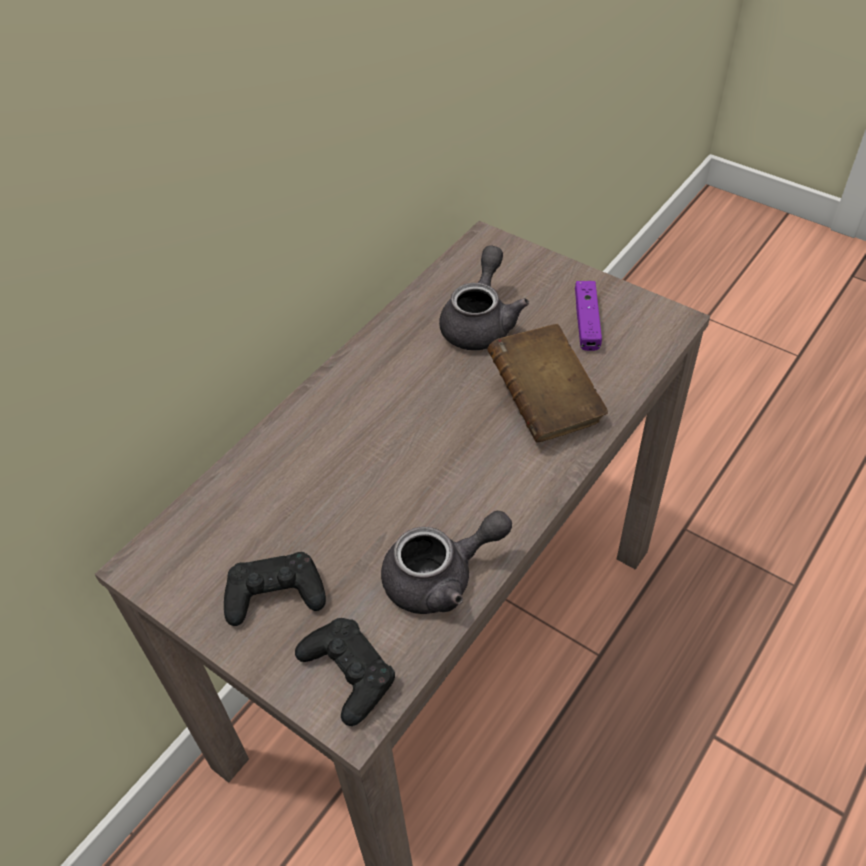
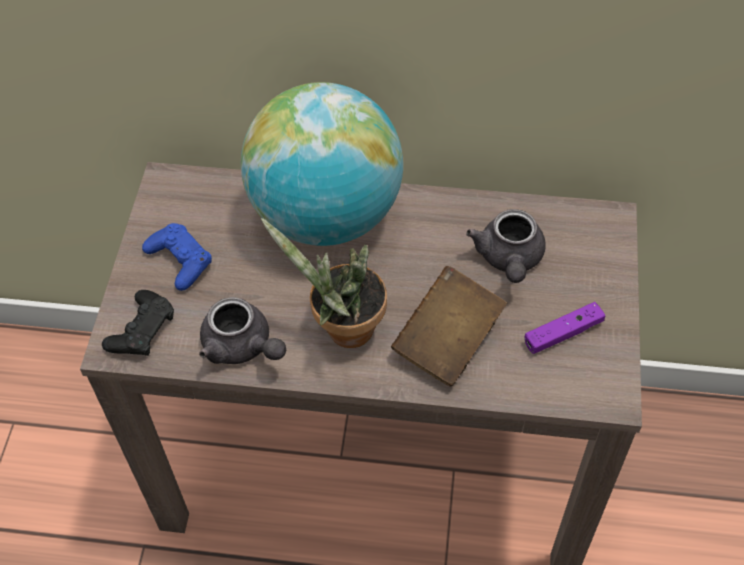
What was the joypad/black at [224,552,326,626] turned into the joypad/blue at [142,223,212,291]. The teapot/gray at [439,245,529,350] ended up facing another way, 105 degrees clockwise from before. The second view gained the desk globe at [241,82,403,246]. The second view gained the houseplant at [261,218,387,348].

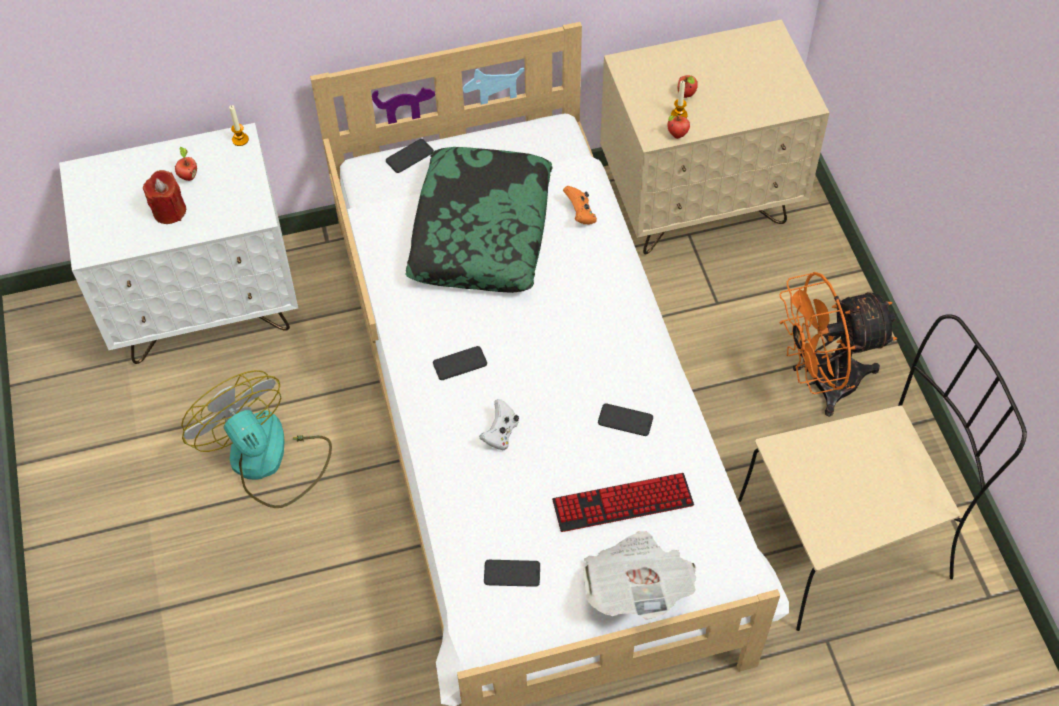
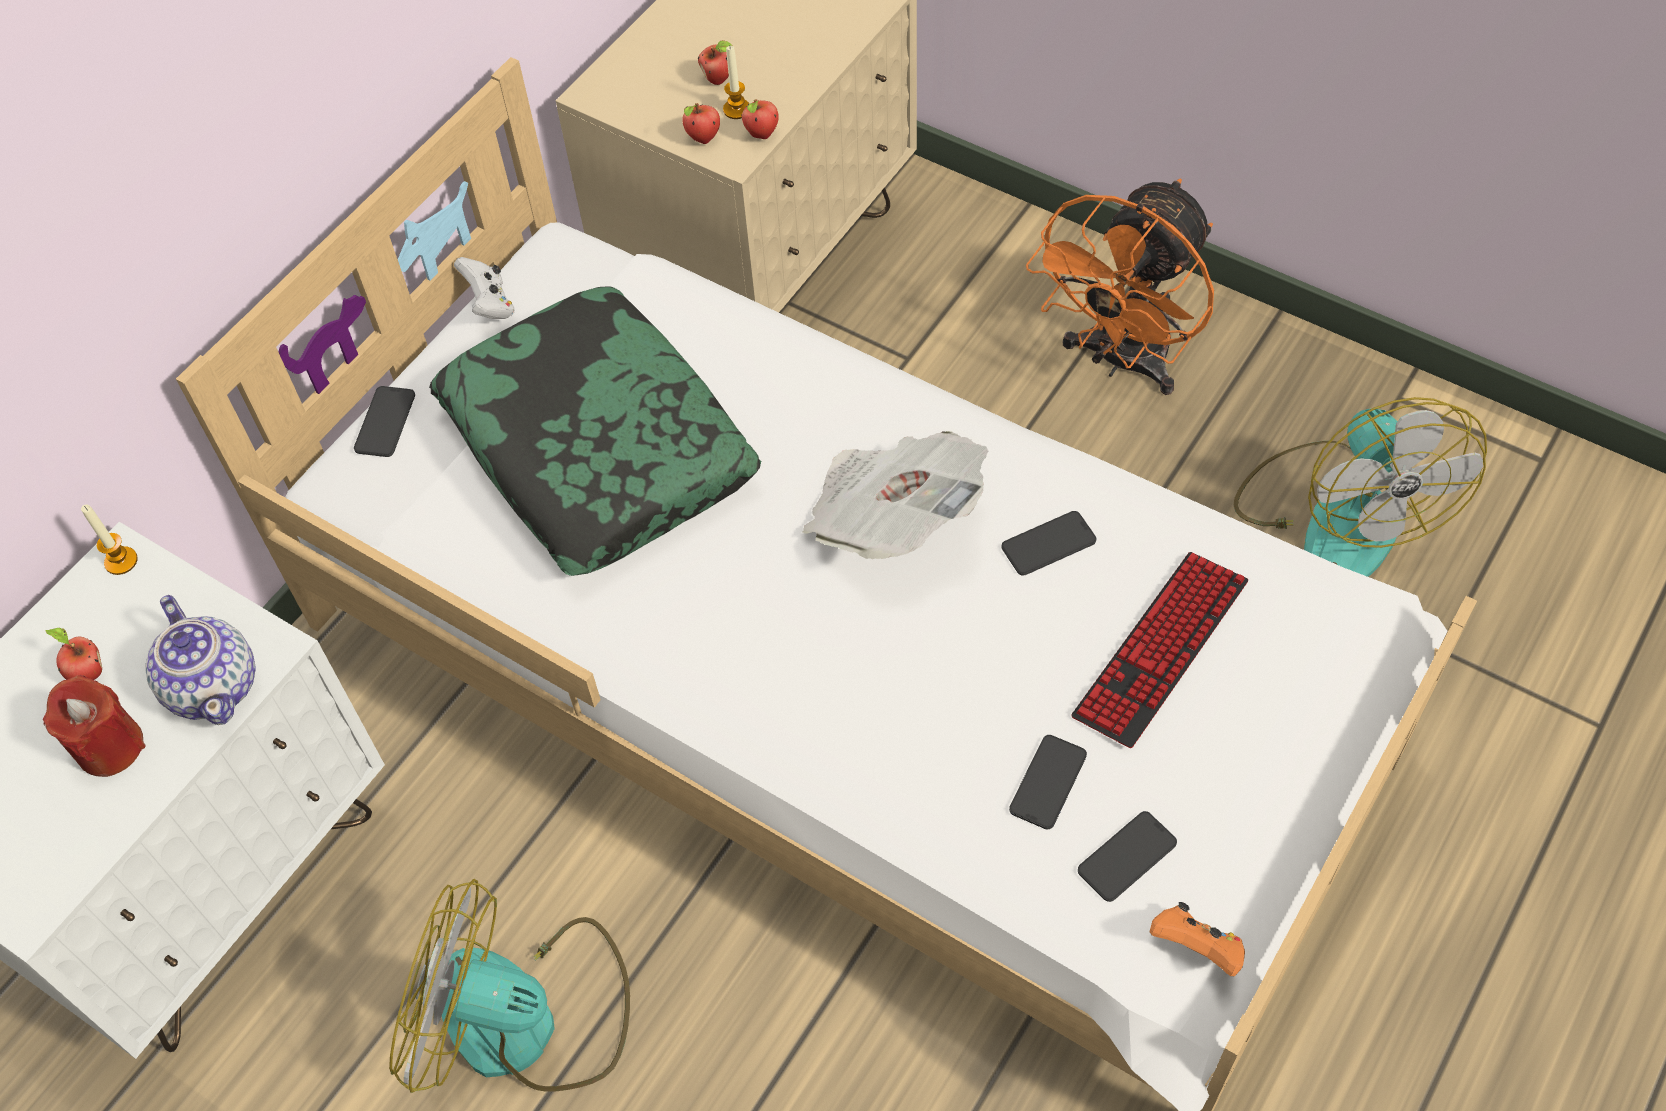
The handset ended up elsewhere, having gone from [433,346,487,380] to [1009,735,1087,829]. The joypad/white-coloured ended up elsewhere, having gone from [479,399,519,450] to [454,257,515,319]. The joypad/orange ended up elsewhere, having gone from [563,186,597,224] to [1150,902,1245,976]. The printed paper ended up elsewhere, having gone from [583,531,696,620] to [802,431,989,559]. Where the upright chair/sand-coloured stood at [738,314,1027,631], the cooling fan came to stand at [1234,397,1487,577]. The second view gained the teapot at [145,595,256,725]. The second view gained the apple at [682,103,720,144].

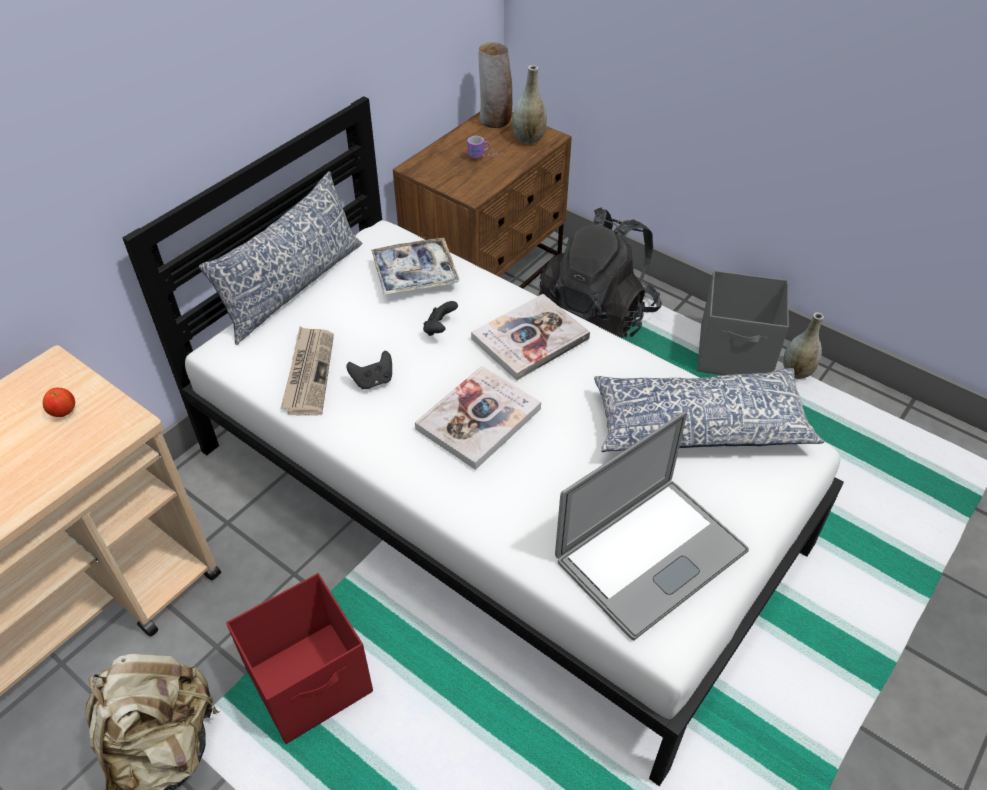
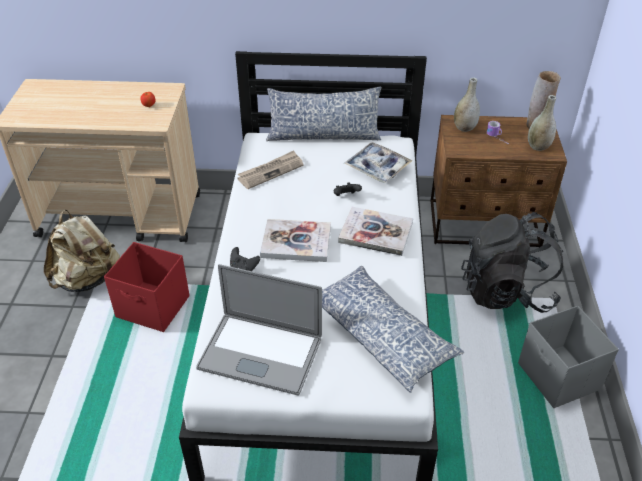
The joypad/black ended up elsewhere, having gone from [346,351,392,389] to [230,247,260,271]. The flower vase/gray ended up elsewhere, having gone from [783,312,824,379] to [454,78,480,132].

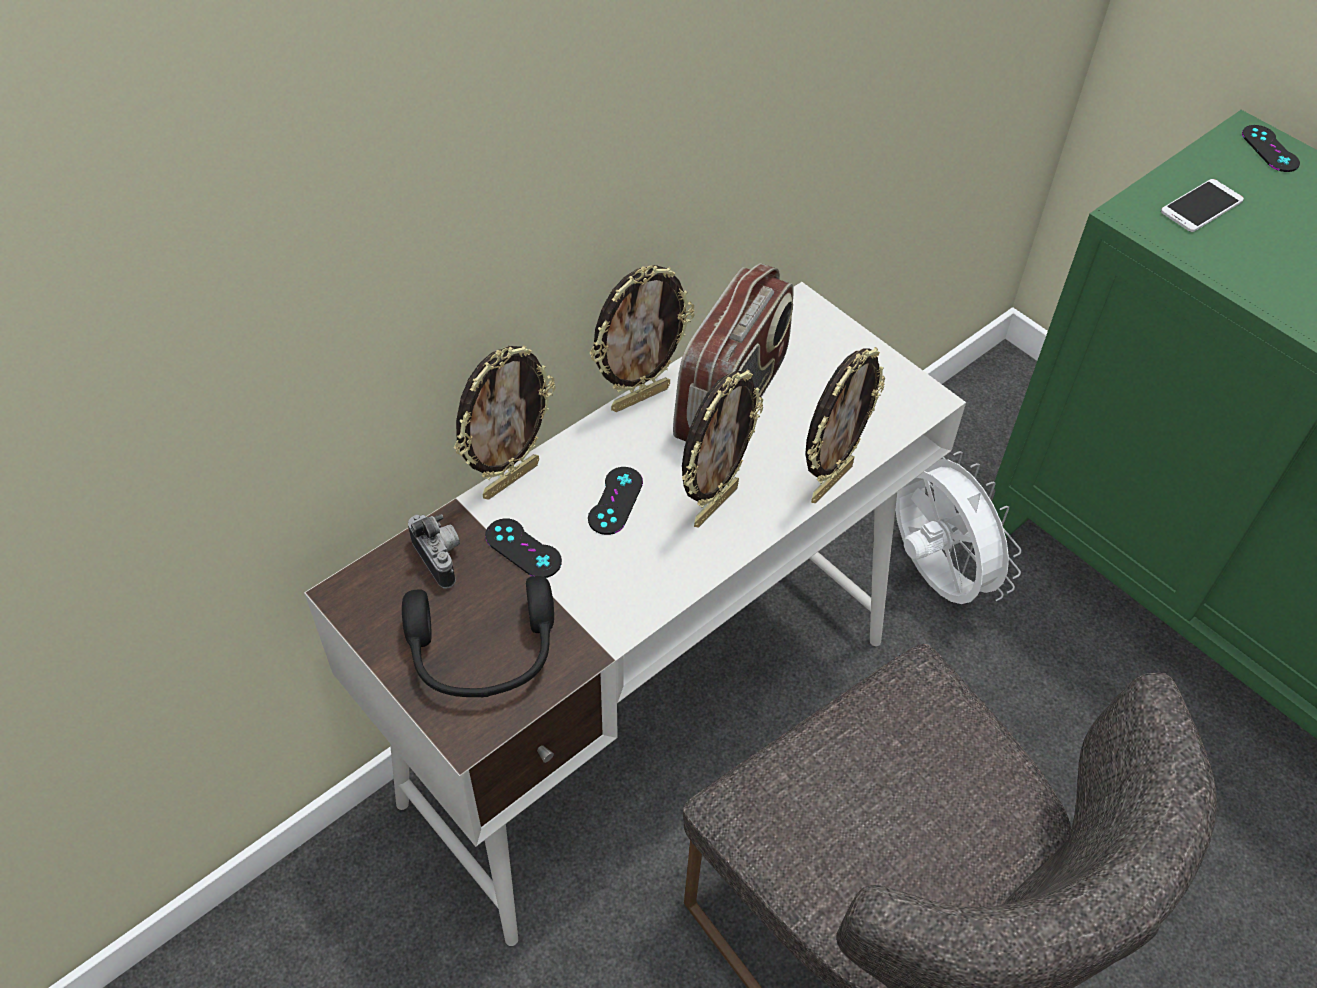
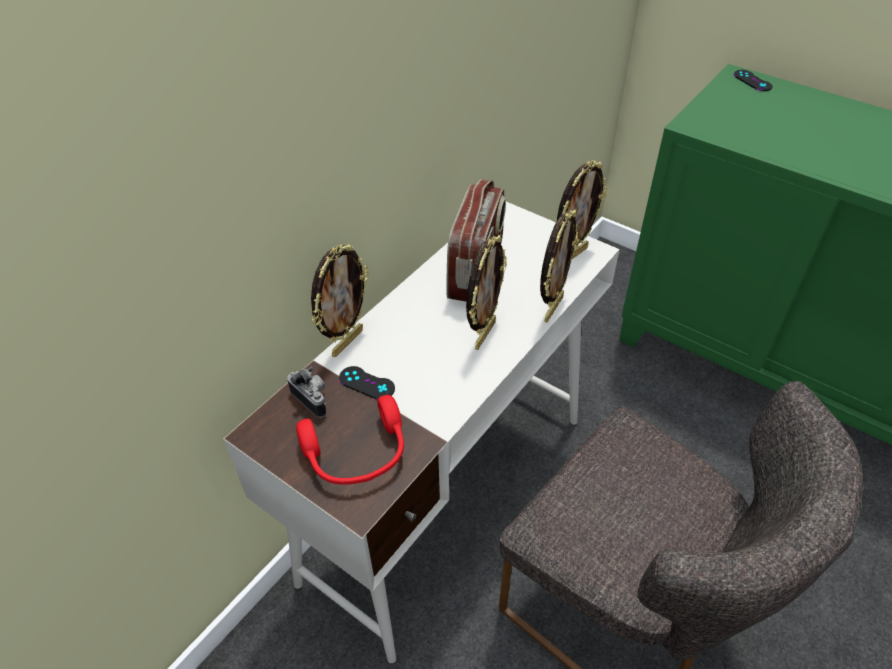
What was the headphones/black at [402,576,554,698] turned into the headphones/reddish at [296,395,404,485]. The second view lost the joypad/black at [588,467,643,535]. The standing frame ended up elsewhere, having gone from [589,265,694,412] to [557,160,607,259]. The second view lost the cooling fan/white-coloured at [895,451,1022,604]. The second view lost the handset at [1161,179,1244,232].

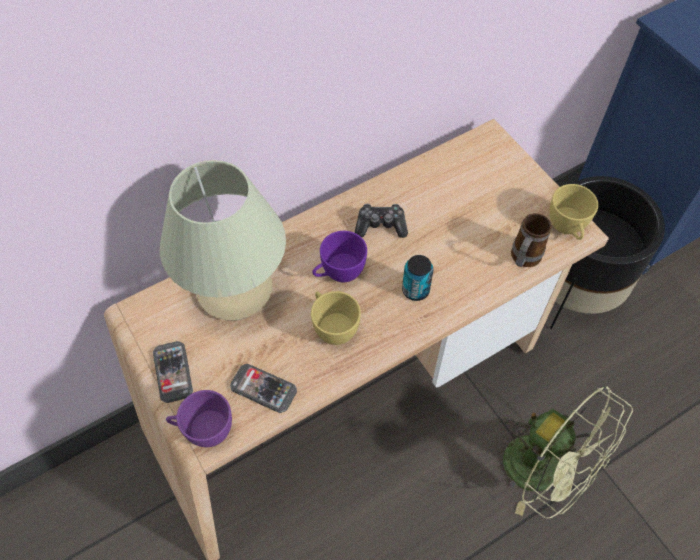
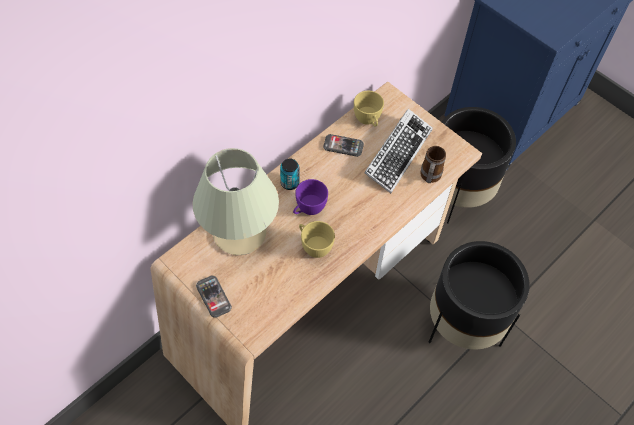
The second view lost the drinking cup/purplish at [166,390,232,447]. The handset ended up elsewhere, having gone from [230,364,297,413] to [323,134,364,157]. The second view lost the joypad at [355,204,408,238]. The sealed can ended up elsewhere, having gone from [402,255,433,301] to [280,158,300,190]. Where the cooling fan/green-coloured stood at [503,385,633,519], the flower pot/black came to stand at [429,241,530,350]. The drinking cup/yellow ended up elsewhere, having gone from [550,184,598,240] to [354,91,384,127]. The second view gained the computer keyboard at [364,109,433,193].

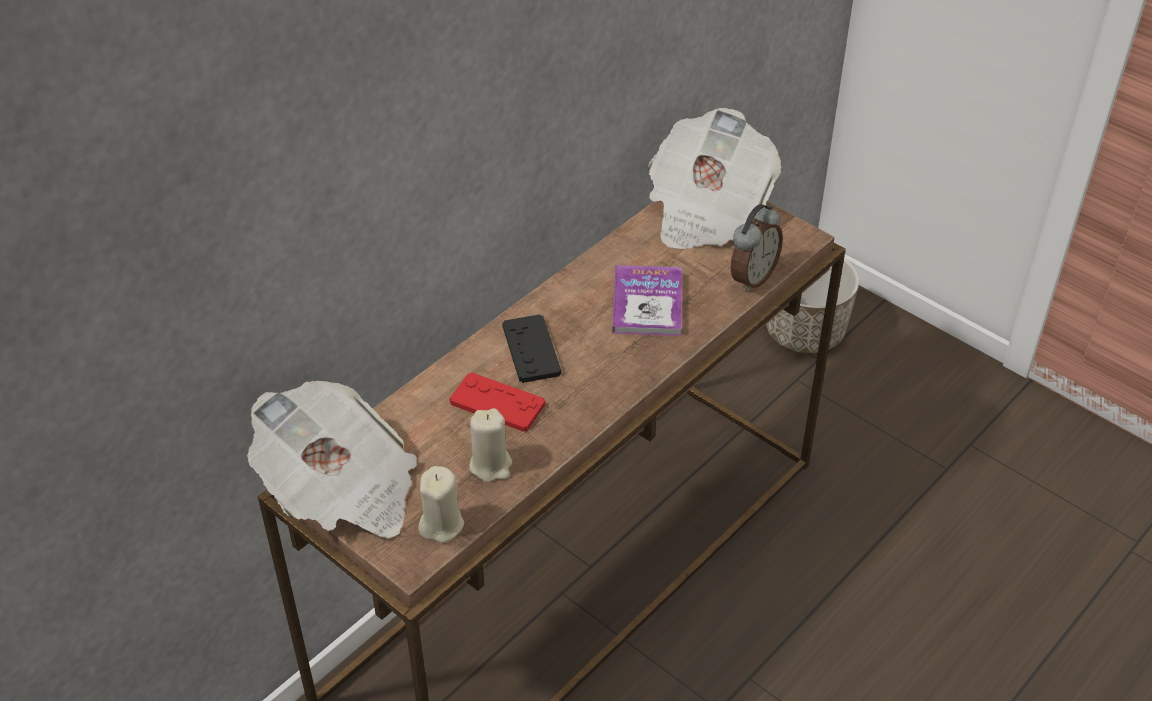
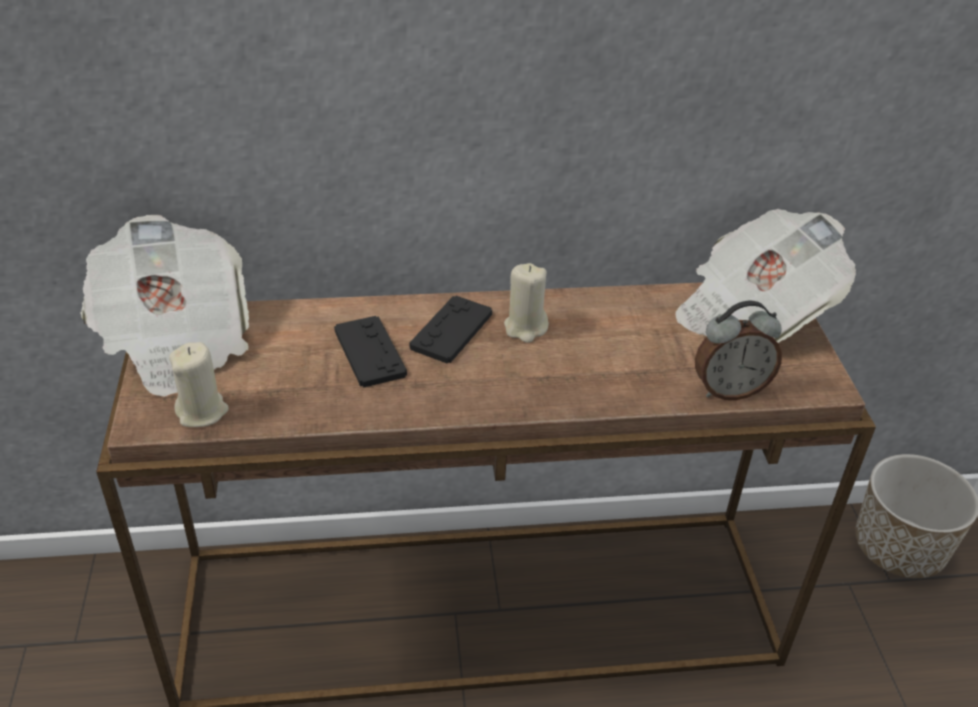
What was the joypad/reddish at [450,372,545,432] turned into the joypad/black at [334,316,407,388]. The wax light/sand-coloured ended up elsewhere, having gone from [469,408,512,482] to [504,263,549,343]. The second view lost the volume at [612,265,682,336].

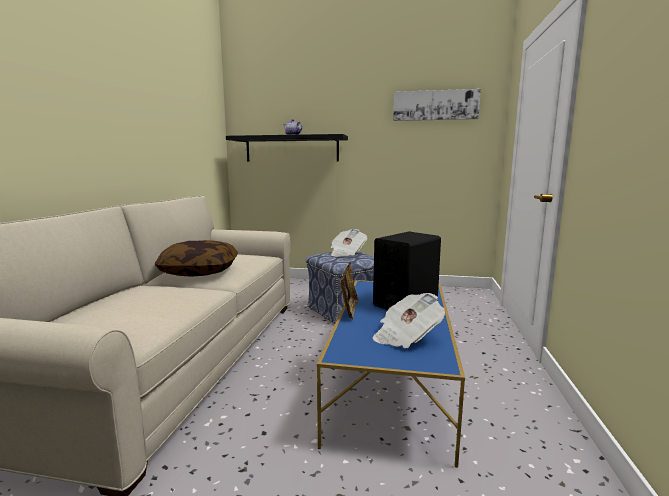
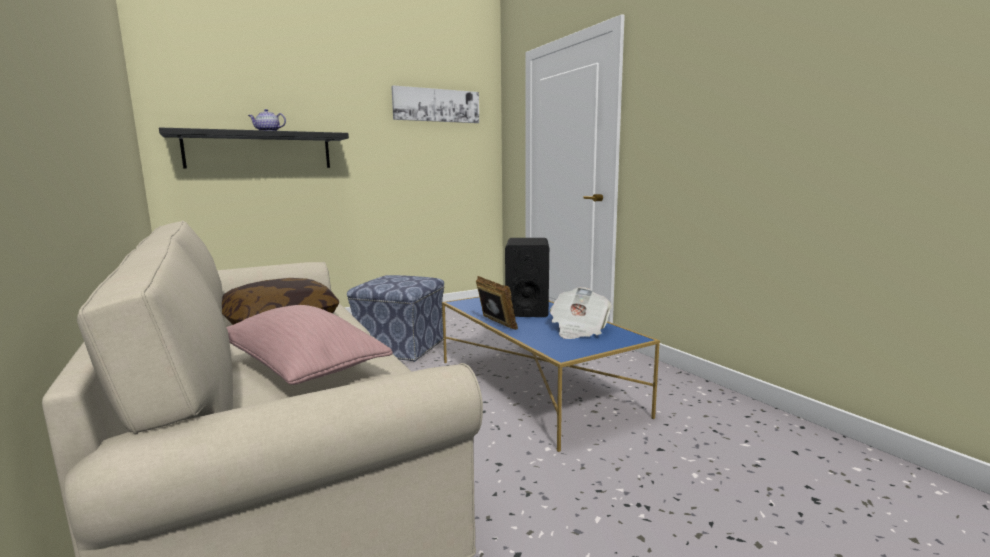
The second view lost the printed paper at [331,229,367,257]. The second view gained the cushion/pink at [226,305,393,385].

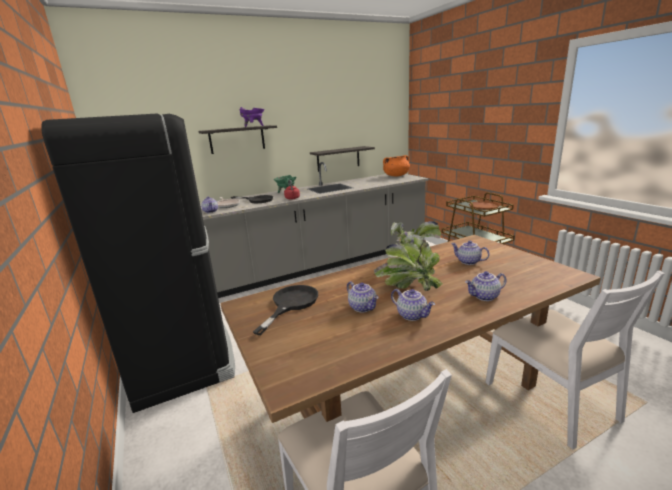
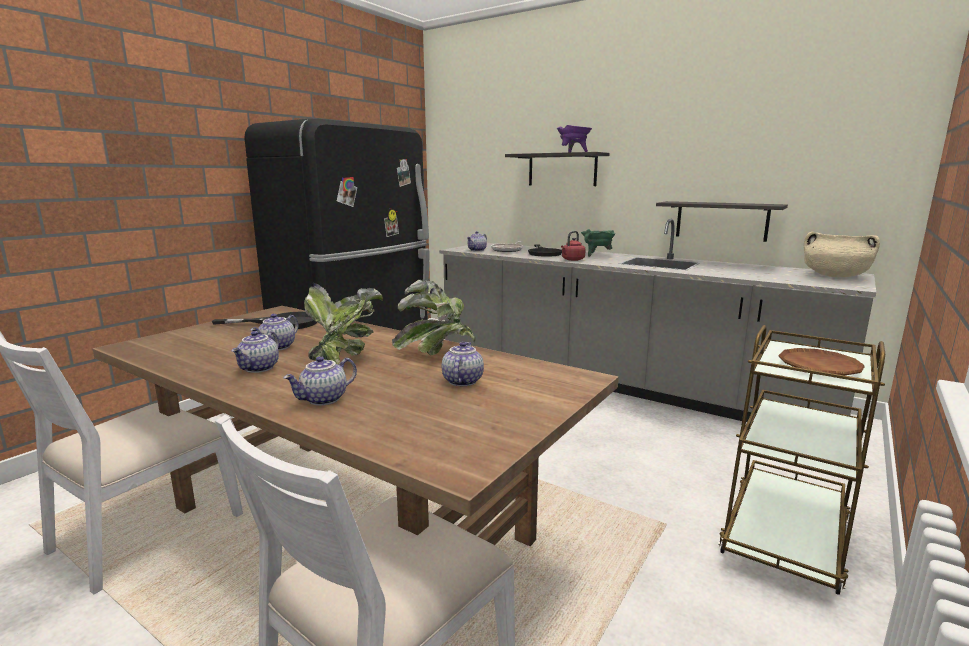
What was the saucepot/orange at [383,155,410,176] turned into the saucepot/sand-coloured at [804,232,880,277]. The teapot at [465,271,507,301] ended up facing another way, 90 degrees counterclockwise from before.

